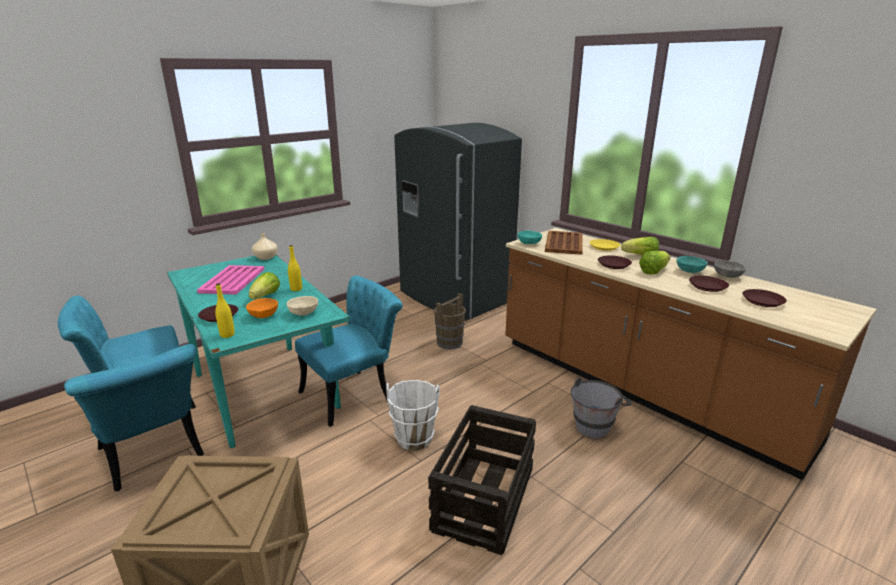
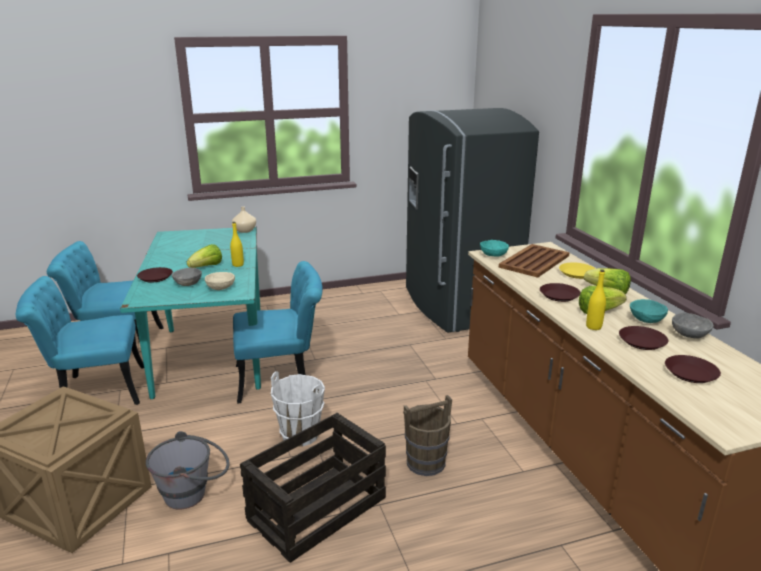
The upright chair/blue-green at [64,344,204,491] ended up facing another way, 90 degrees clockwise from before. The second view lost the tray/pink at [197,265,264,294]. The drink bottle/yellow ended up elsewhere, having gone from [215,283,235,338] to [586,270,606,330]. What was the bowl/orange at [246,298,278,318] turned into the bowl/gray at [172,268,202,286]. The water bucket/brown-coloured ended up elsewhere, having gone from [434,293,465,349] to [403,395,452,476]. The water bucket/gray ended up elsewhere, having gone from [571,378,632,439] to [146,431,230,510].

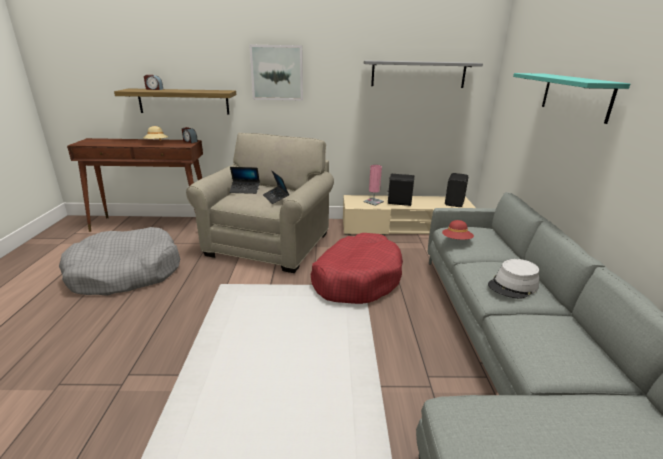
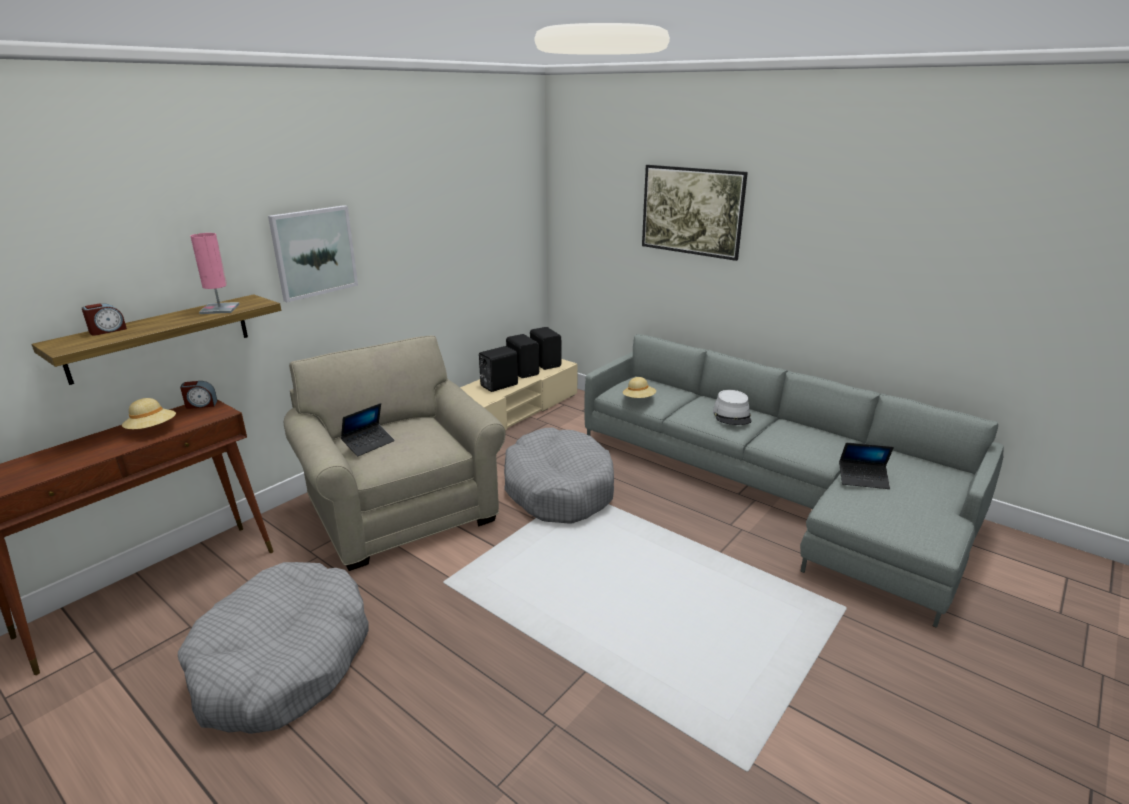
The notebook computer ended up elsewhere, having gone from [263,171,289,204] to [839,443,894,489]. What was the pet bed/reddish at [310,233,403,304] turned into the pet bed/gray at [504,428,614,524]. The tabletop lamp/pink ended up elsewhere, having gone from [363,165,384,206] to [190,233,240,314]. The second view lost the shelf/gray at [364,60,483,88]. What was the clothing hat/reddish at [442,220,474,240] turned into the clothing hat/sand-coloured at [623,377,656,398]. Where the shelf/blue-green hung at [513,73,630,124], the wall picture came to hang at [642,165,748,261]. The second view gained the loudspeaker/black at [506,334,539,378].

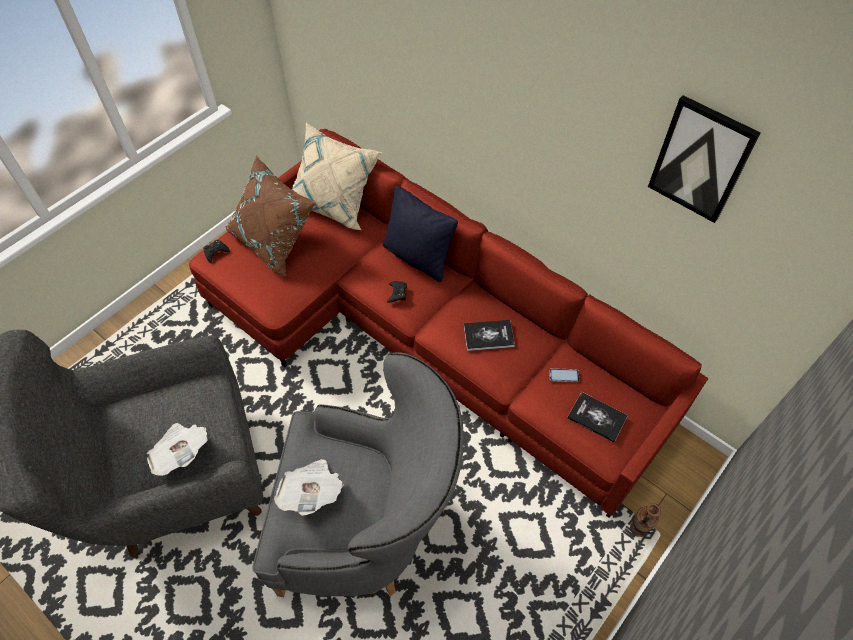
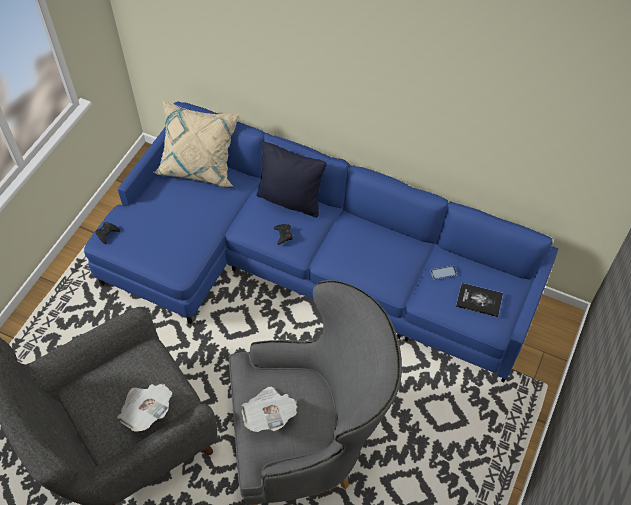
What was the sofa/reddish at [189,129,708,518] turned into the sofa/blue at [84,101,558,382]. The second view lost the cushion/brown-coloured at [226,155,316,276]. The second view lost the volume at [464,320,515,351]. The second view lost the flower vase at [630,503,661,537]. The second view lost the wall picture at [648,95,761,223].

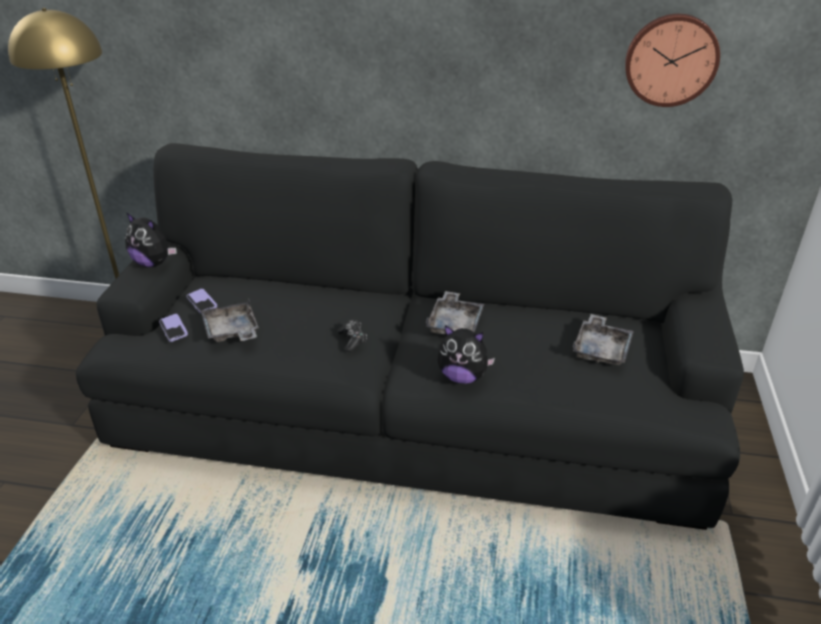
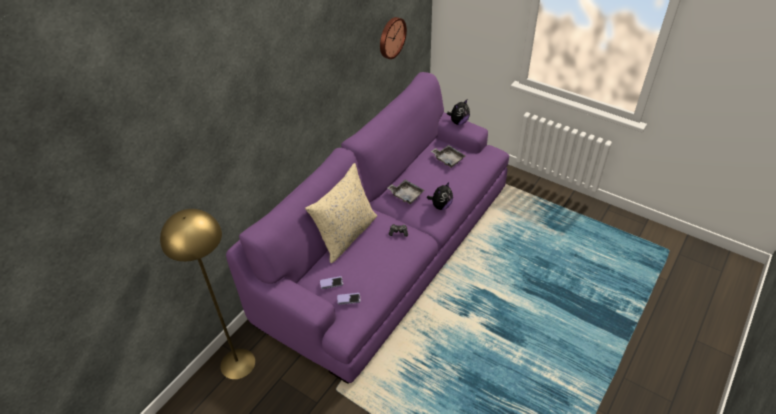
What was the sofa/black at [76,143,744,530] turned into the sofa/purplish at [226,72,509,384]. The cuddly toy ended up elsewhere, having gone from [125,212,177,267] to [447,100,470,125]. The second view lost the tray/gray at [201,298,259,342]. The second view gained the cushion/sand-coloured at [305,163,377,263].

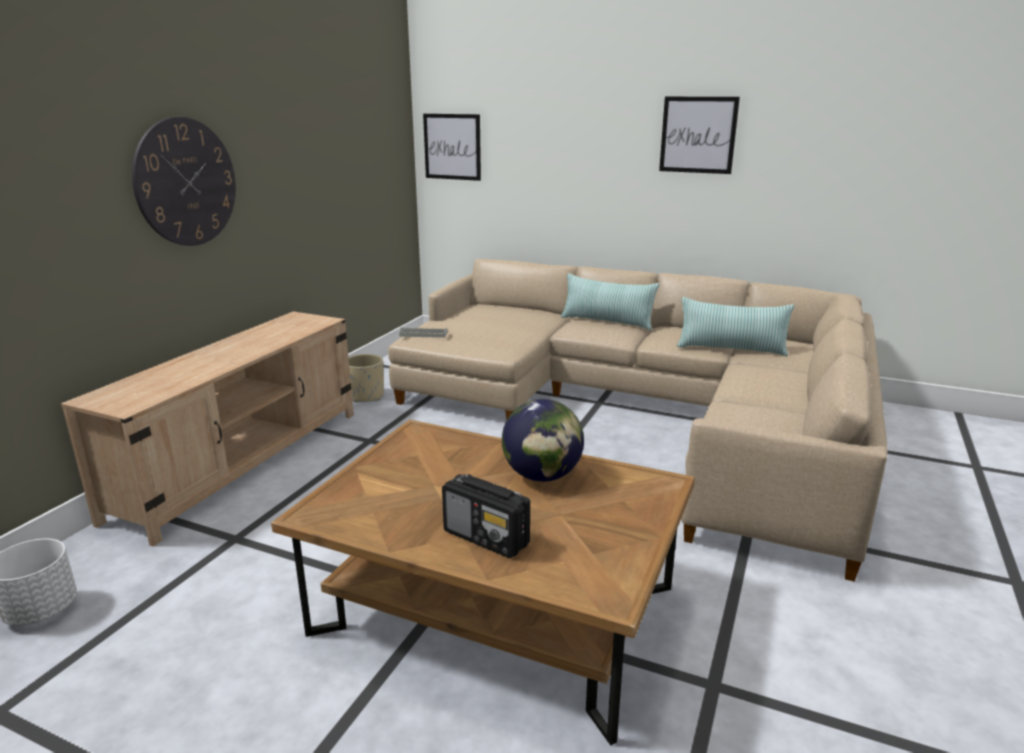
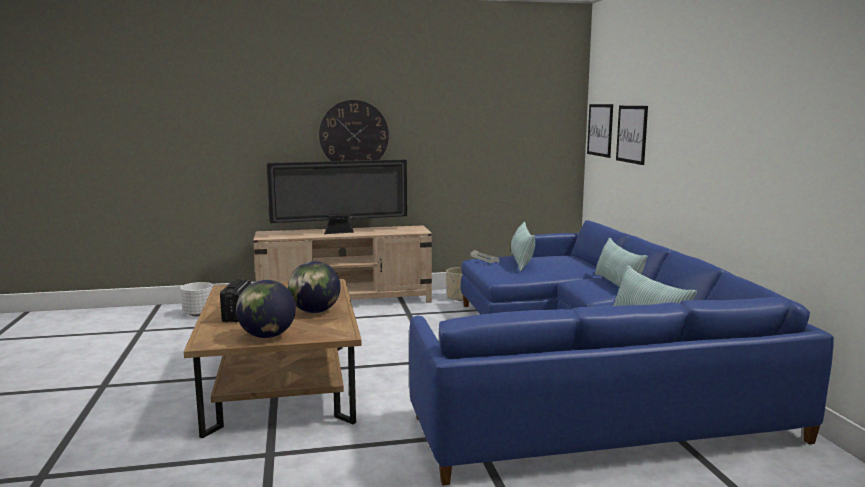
What was the sofa/sand-coloured at [388,259,888,581] turned into the sofa/blue at [409,220,834,486]. The wall picture ended up elsewhere, having gone from [659,97,740,174] to [616,106,648,165]. The second view gained the desk globe at [236,280,296,338]. The second view gained the television at [267,159,407,234]. The second view gained the cushion at [511,222,535,271].

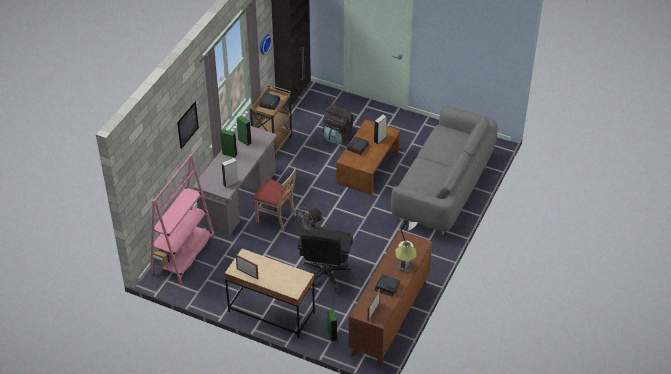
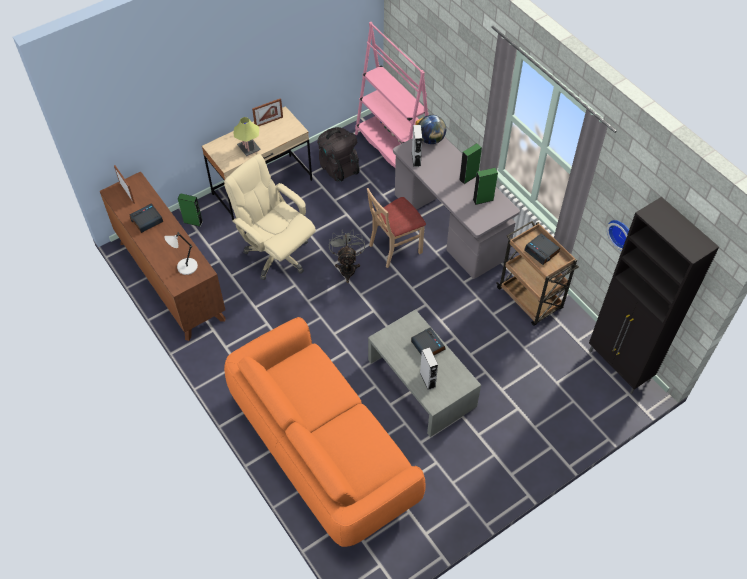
The second view lost the wall picture at [177,102,199,149]. What was the computer chair/black at [297,228,353,292] turned into the computer chair/sand-coloured at [224,154,316,280]. The knapsack/black ended up elsewhere, having gone from [322,105,353,144] to [317,127,359,182]. What was the coffee table/brown-coloured at [336,119,400,195] turned into the coffee table/gray at [368,309,481,437]. What was the sofa/gray at [391,105,498,235] turned into the sofa/orange at [224,317,426,547]. The tabletop lamp ended up elsewhere, having gone from [395,242,417,273] to [234,117,261,156]. The second view gained the desk globe at [418,115,446,144].

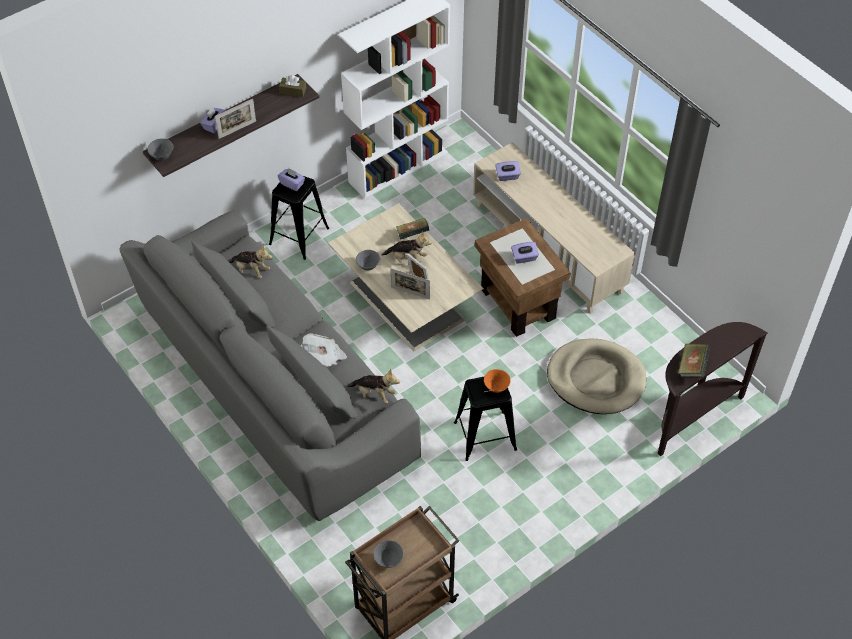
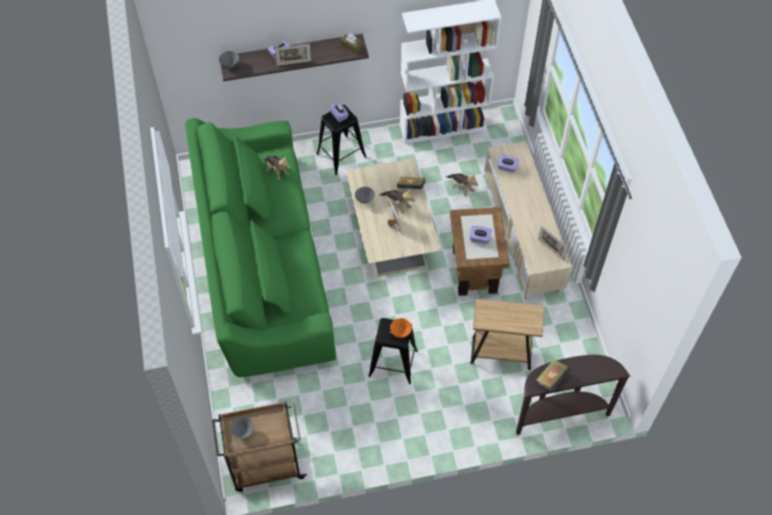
What was the sofa/gray at [120,211,421,521] turned into the sofa/green-coloured at [185,118,336,377]. The second view lost the printed paper at [300,333,347,367]. The cuddly toy ended up elsewhere, having gone from [347,369,400,404] to [446,173,479,197]. The standing frame ended up elsewhere, having gone from [391,268,430,300] to [538,226,568,261]. Where the pet bed/sand-coloured stood at [547,338,646,414], the end table/brown-coloured came to stand at [470,299,544,370].

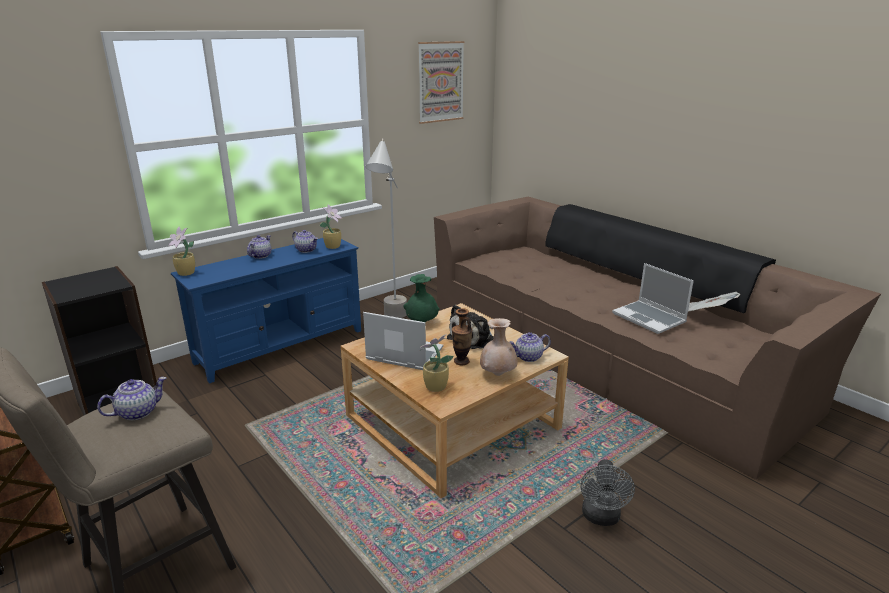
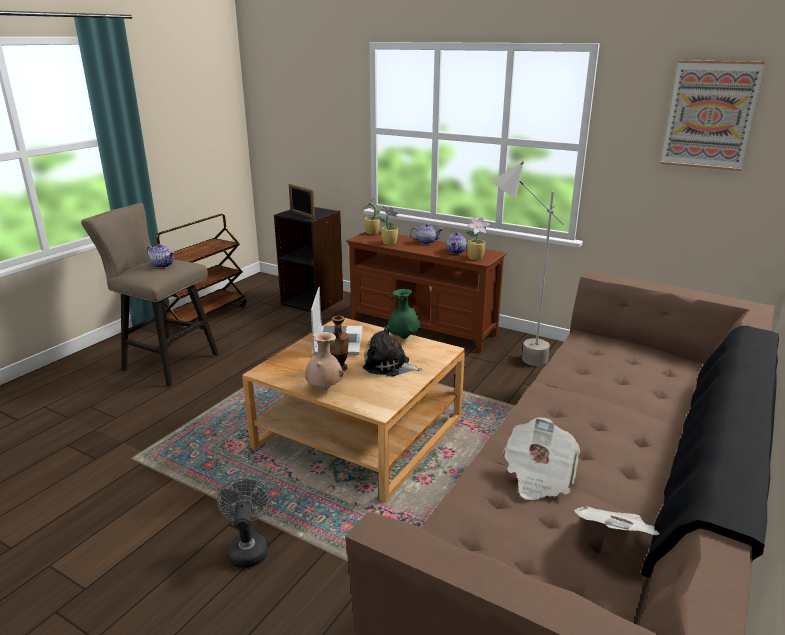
What was the media console/blue at [171,238,361,383] turned into the media console/brown-coloured at [346,231,507,352]. The houseplant ended up elsewhere, having gone from [420,334,454,392] to [378,205,400,245]. The second view lost the teapot at [509,332,551,362]. The cooling fan/gray at [580,459,635,526] ended up facing another way, 90 degrees clockwise from before. Where the notebook computer stood at [612,263,694,334], the printed paper came to stand at [503,417,581,500]. The second view gained the standing frame at [289,184,315,219].

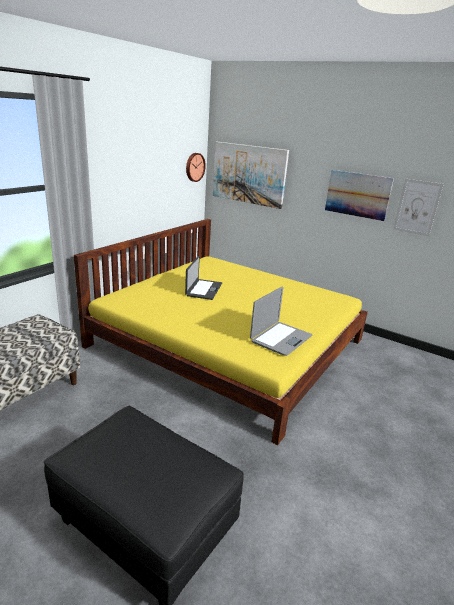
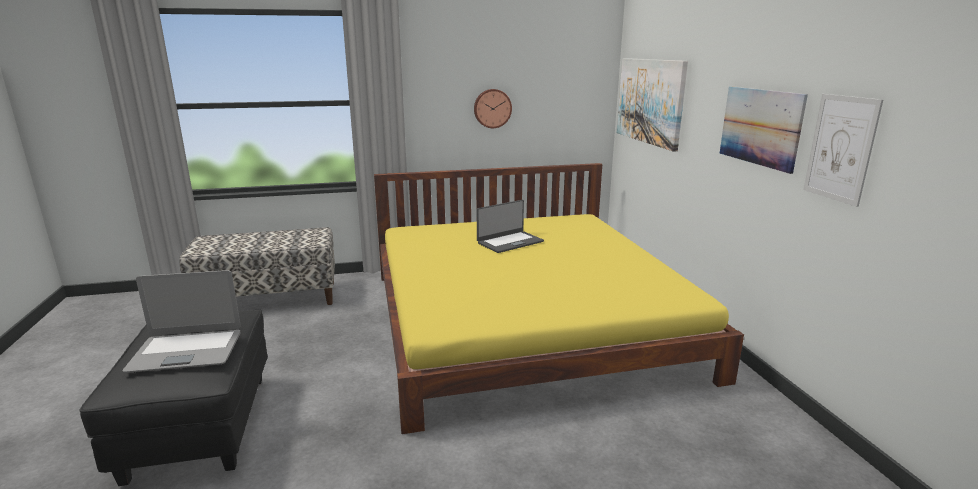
The hanging clock ended up elsewhere, having gone from [186,153,206,182] to [474,89,512,128]. The notebook computer ended up elsewhere, having gone from [250,287,312,356] to [122,270,241,373].

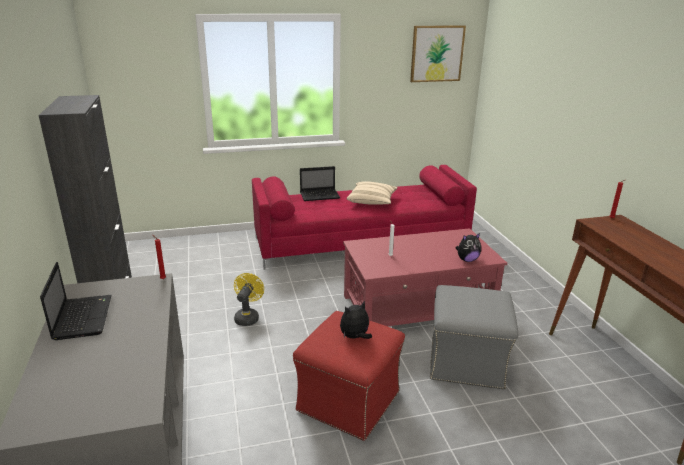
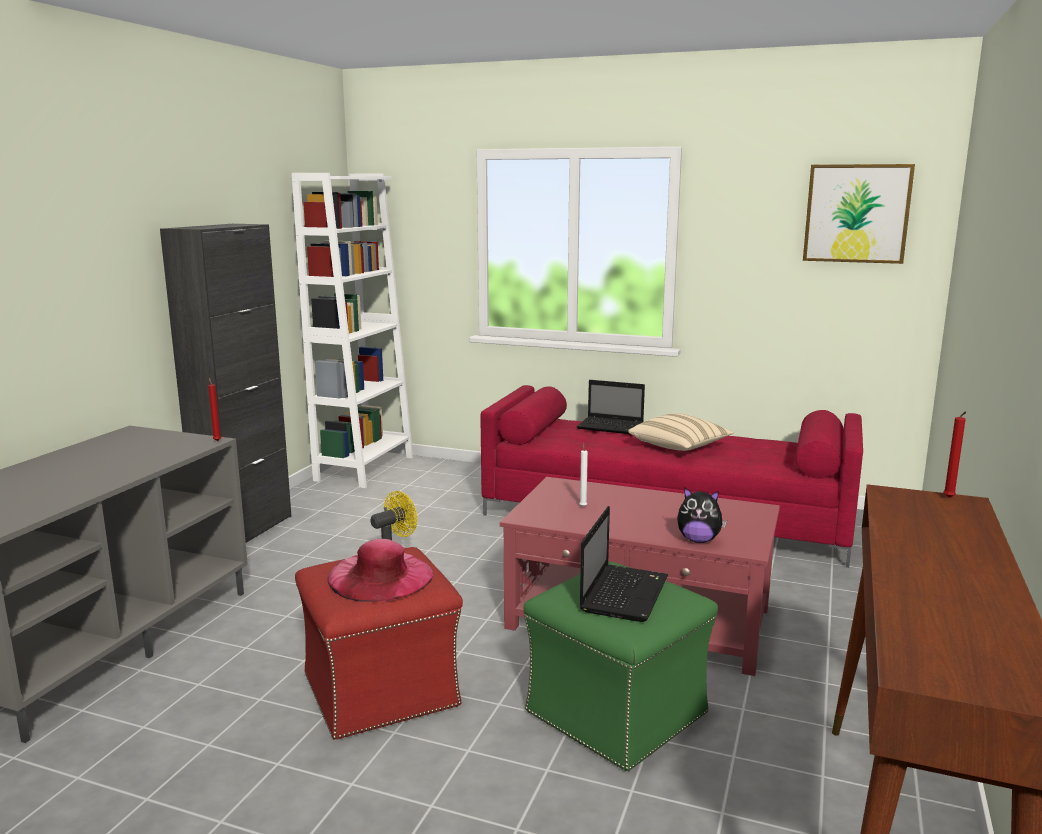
The notebook computer ended up elsewhere, having gone from [40,262,111,340] to [580,506,668,622]. Where the cuddly toy stood at [340,301,372,339], the clothing hat/pink came to stand at [327,539,433,602]. What was the pouffe/gray at [430,285,518,390] turned into the pouffe/green-coloured at [523,562,718,771]. The second view gained the bookshelf/white-coloured at [292,173,413,488].

